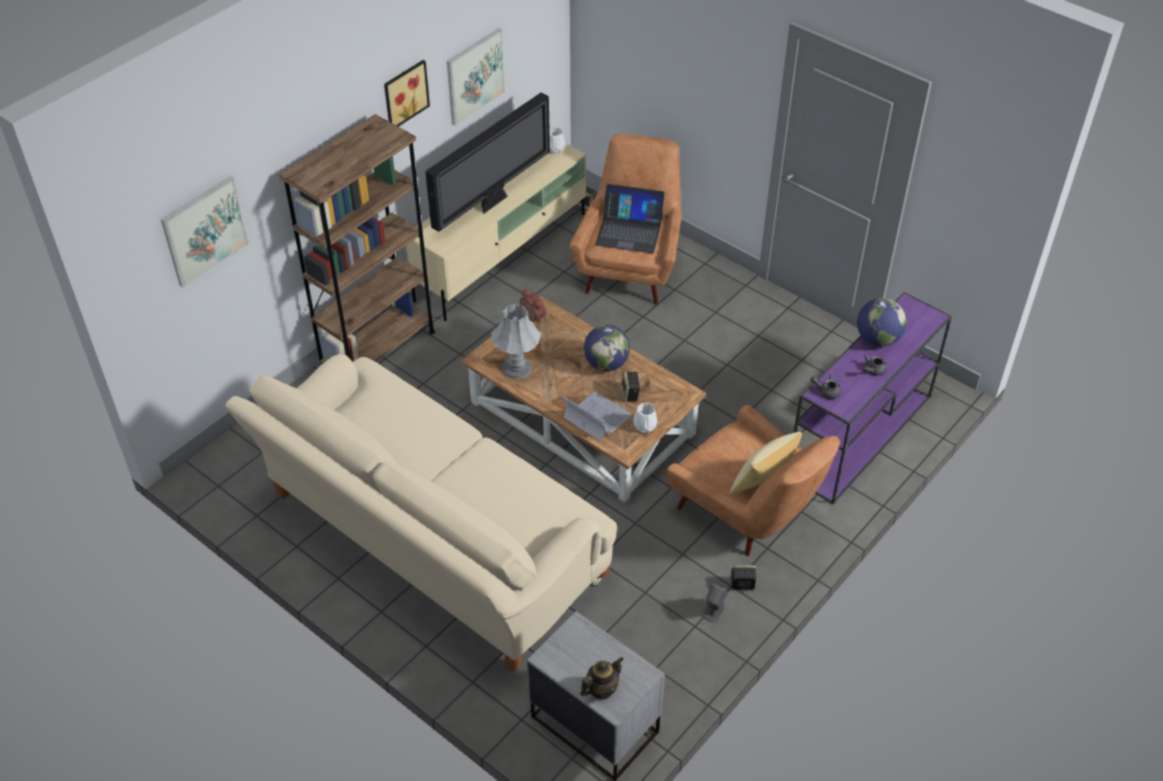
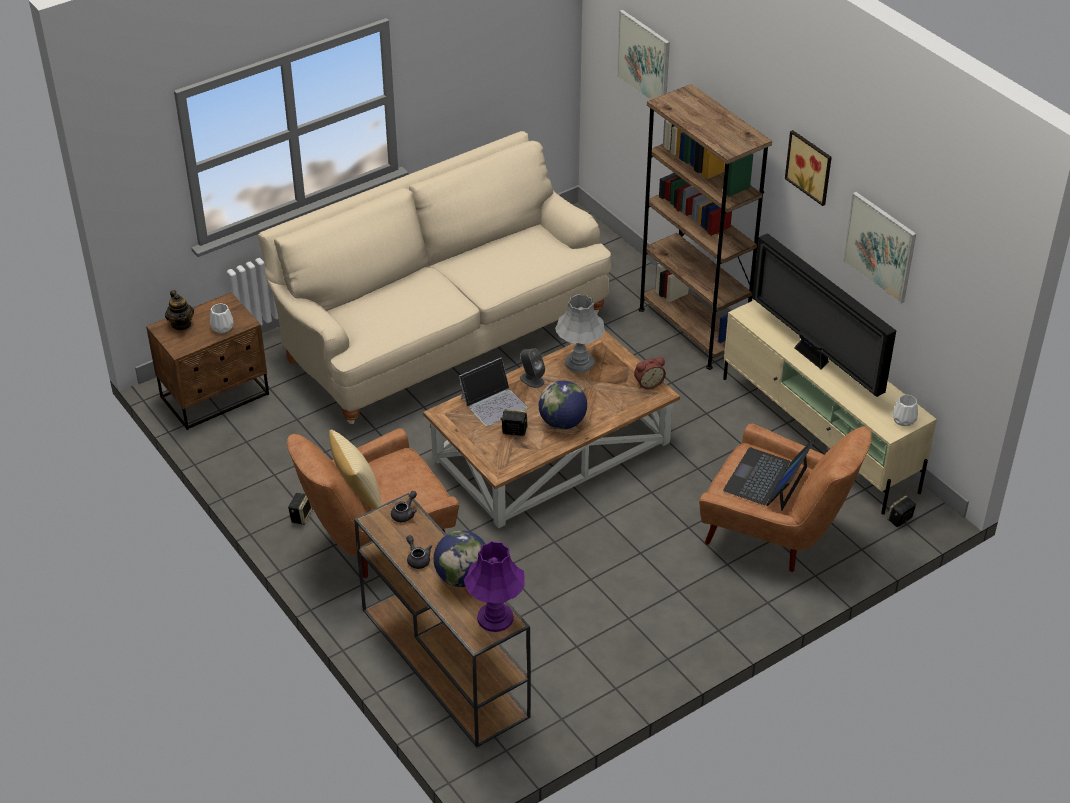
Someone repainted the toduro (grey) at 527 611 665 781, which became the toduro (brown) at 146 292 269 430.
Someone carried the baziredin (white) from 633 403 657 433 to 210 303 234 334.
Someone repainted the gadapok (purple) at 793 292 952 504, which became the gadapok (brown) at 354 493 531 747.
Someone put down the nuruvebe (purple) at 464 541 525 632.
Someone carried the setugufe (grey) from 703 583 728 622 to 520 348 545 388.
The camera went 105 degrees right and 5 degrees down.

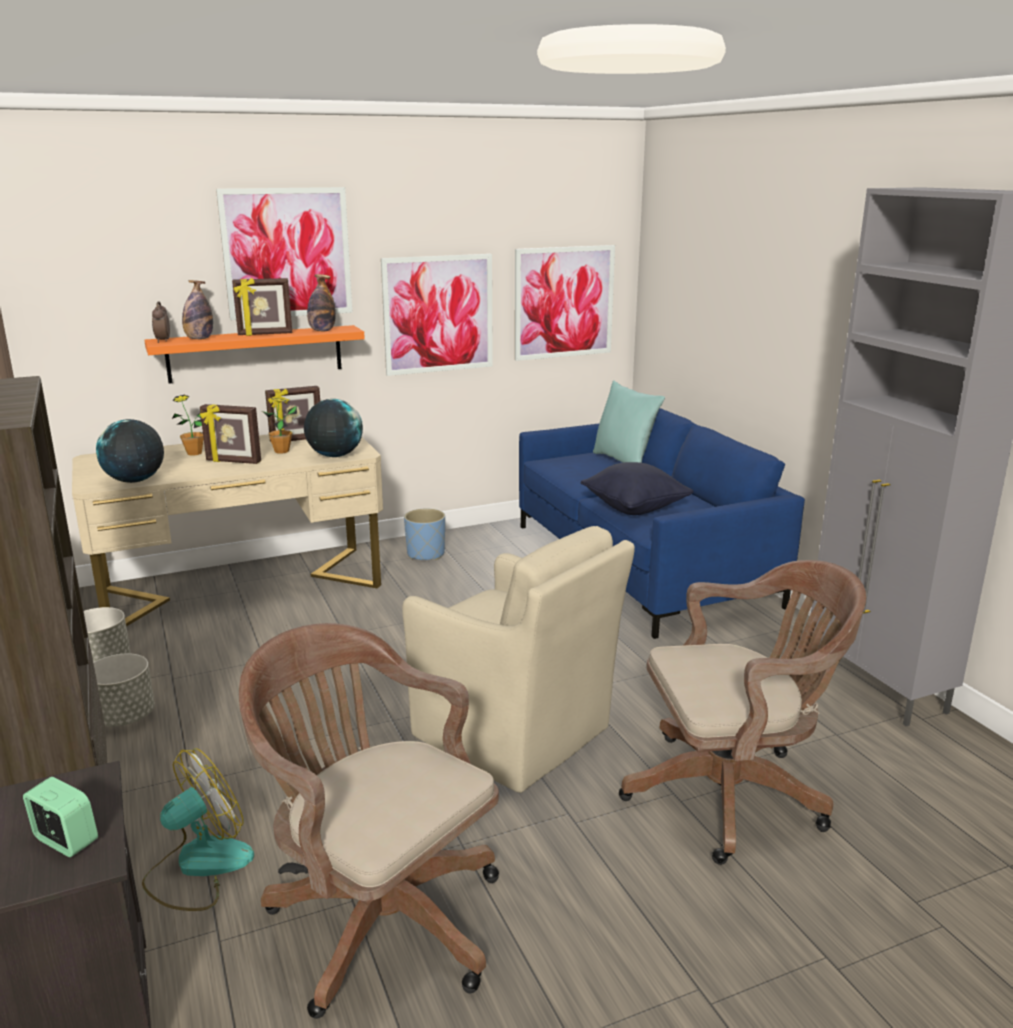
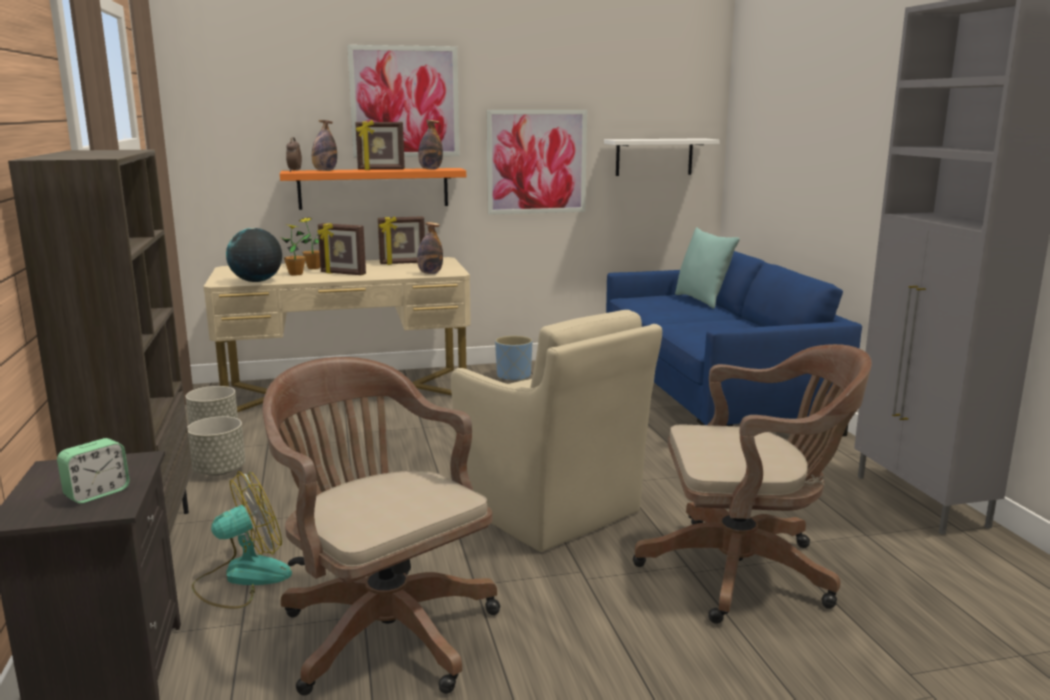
Someone rotated the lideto at 23 777 98 857 by 90 degrees clockwise.
Someone carried the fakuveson from 262 398 297 454 to 281 224 310 276.
Someone swapped the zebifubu at 304 399 363 457 for the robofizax at 417 222 443 274.
Someone swapped the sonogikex at 515 245 615 361 for the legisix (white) at 604 138 720 176.
Someone took away the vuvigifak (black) at 581 462 693 515.
The camera went 10 degrees right and 5 degrees down.

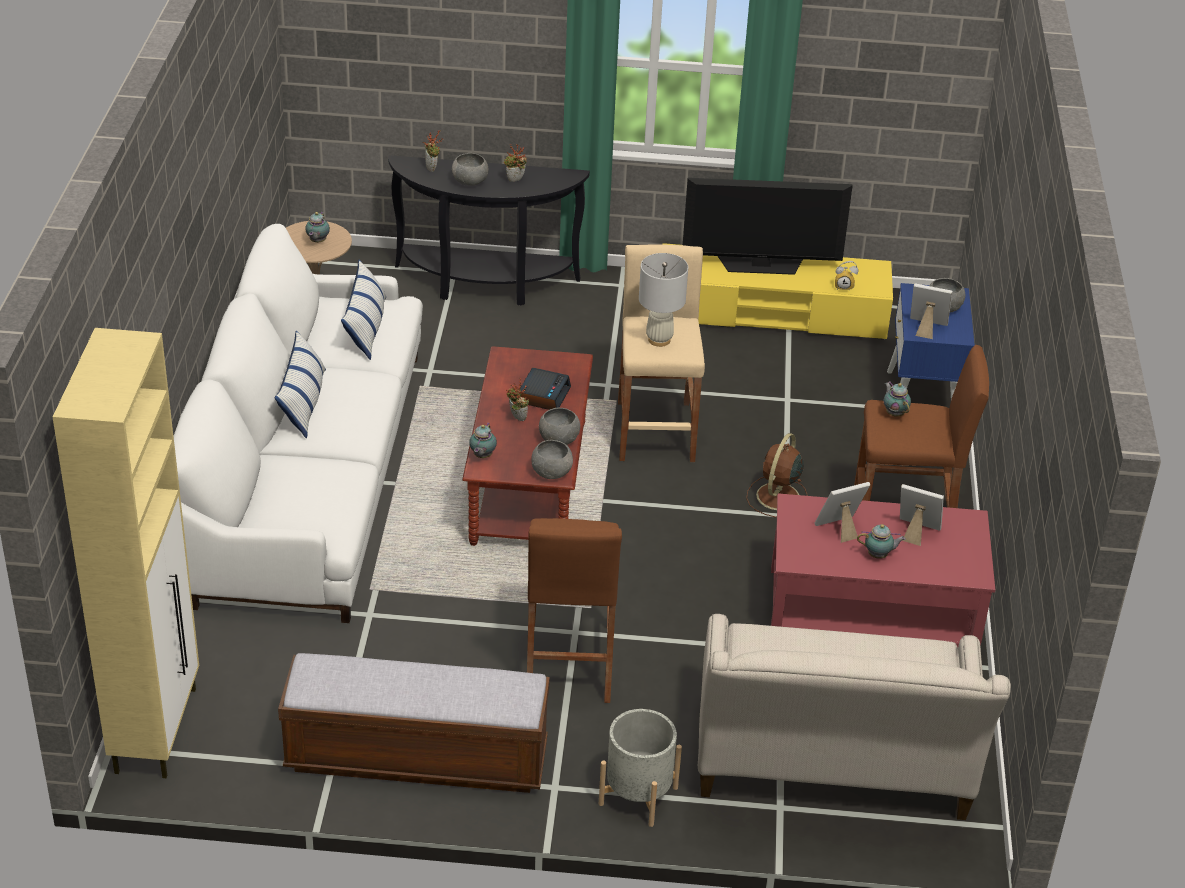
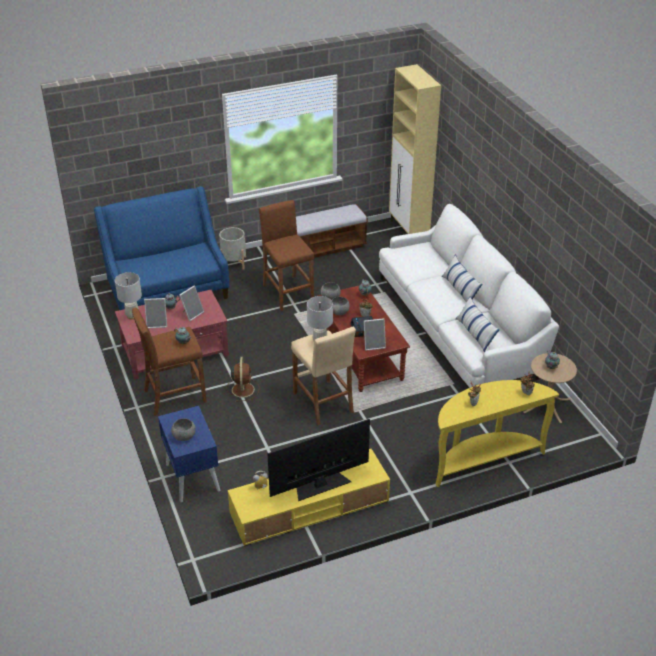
Someone repainted the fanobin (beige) at 698 614 1011 820, which became the fanobin (blue) at 94 186 229 310.
Someone put down the nuruvebe (white) at 115 272 142 320.
Someone carried the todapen from 910 283 952 339 to 364 318 386 350.
Someone repainted the gadapok (black) at 388 155 590 306, which became the gadapok (yellow) at 435 380 559 487.
Someone took away the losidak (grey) at 452 153 488 186.
The camera went 155 degrees right and 0 degrees up.

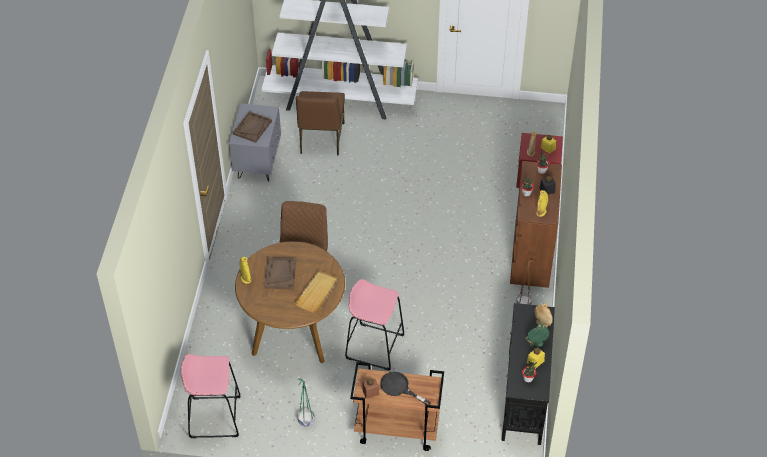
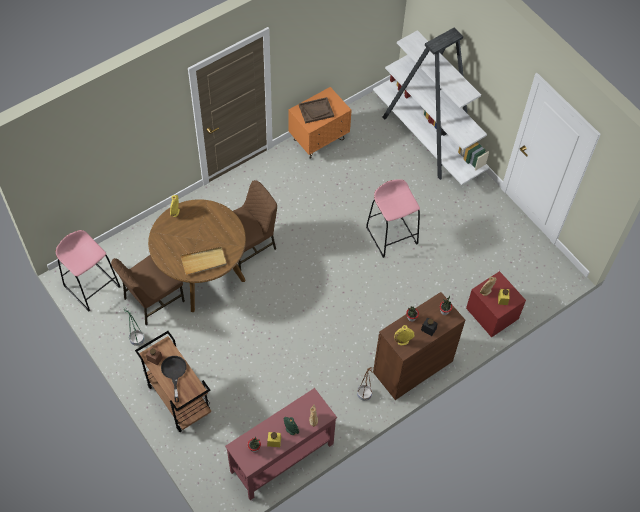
Someone carried the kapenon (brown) from 296 91 345 155 to 111 255 185 325.
Someone repainted the gadapok (black) at 501 303 555 445, which became the gadapok (red) at 225 388 337 500.
Someone repainted the toduro (grey) at 229 103 281 181, which became the toduro (orange) at 289 87 352 159.
Someone carried the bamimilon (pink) from 345 279 404 370 to 366 179 420 258.
Someone took away the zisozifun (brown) at 264 257 296 289.
The camera went 45 degrees right and 10 degrees up.

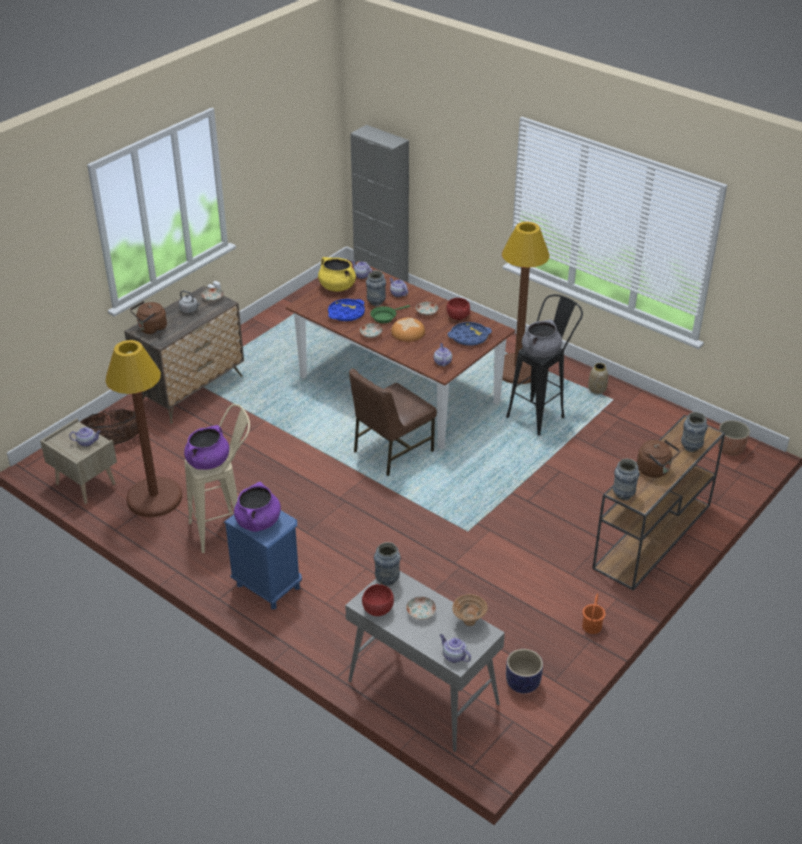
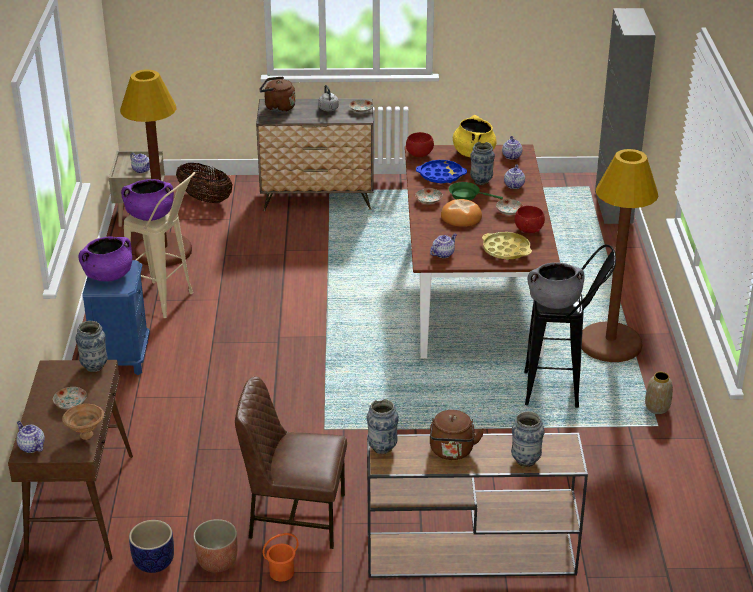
Someone repainted the gadapok (grey) at 345 571 505 752, which became the gadapok (brown) at 8 360 133 561.
Someone rotated the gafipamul at 440 634 471 663 by 45 degrees counterclockwise.
Someone carried the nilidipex from 717 420 750 456 to 193 519 237 573.
Someone carried the kapenon (brown) from 349 369 437 476 to 235 376 347 549.
Someone carried the losidak (red) from 362 584 394 616 to 406 132 434 157.
Someone repainted the zisozifun (blue) at 448 322 492 346, which became the zisozifun (yellow) at 482 232 532 260.
The camera went 50 degrees right and 5 degrees down.

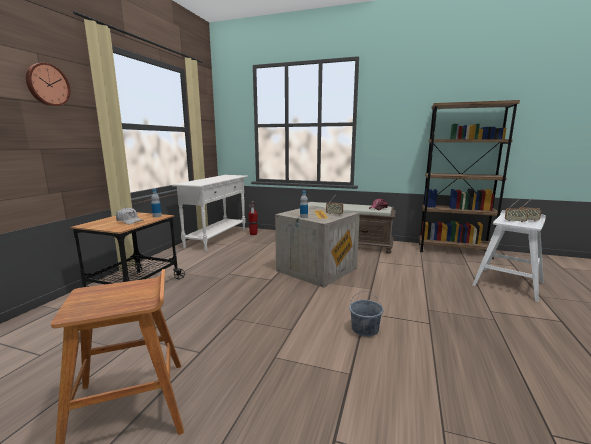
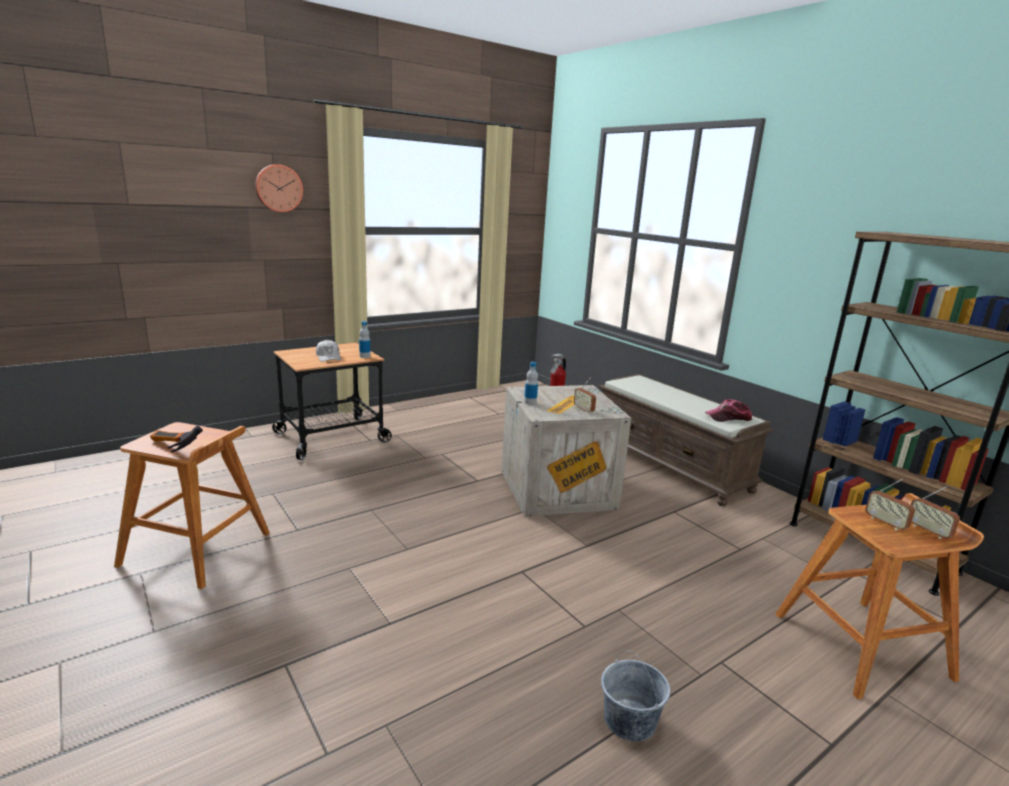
Someone put down the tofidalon at 150 426 203 452.
Someone carried the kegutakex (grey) from 349 291 384 337 to 601 650 670 742.
Someone repainted the bamimilon (white) at 472 210 546 302, which became the bamimilon (brown) at 775 493 984 699.
Someone took away the gadapok (white) at 172 175 248 251.
The camera went 35 degrees right and 5 degrees up.

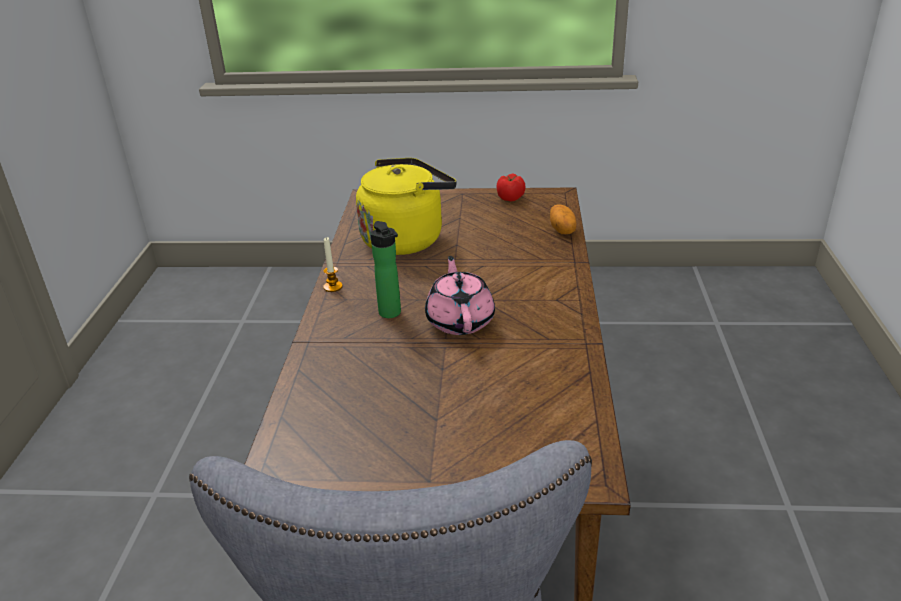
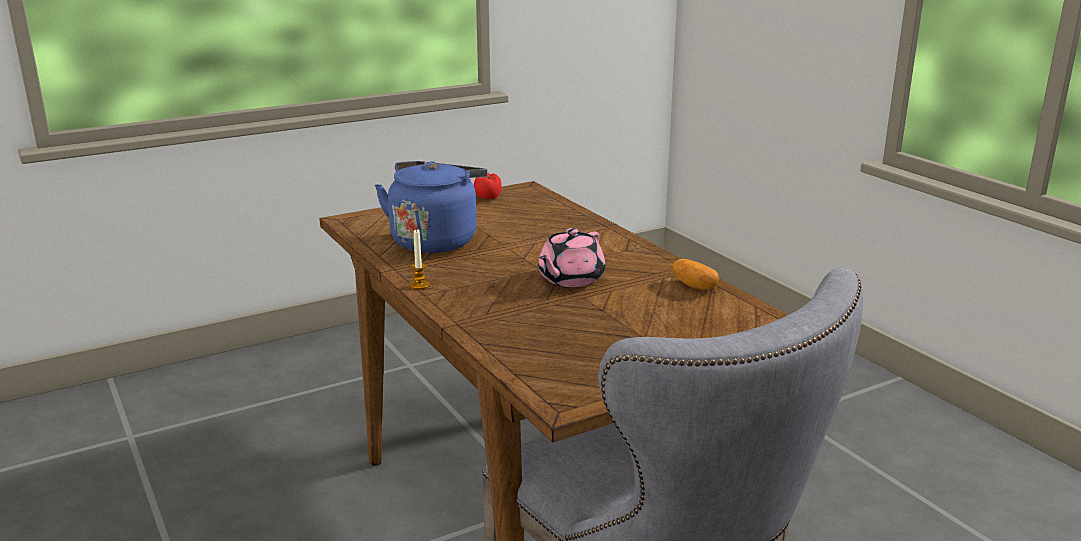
Someone repainted the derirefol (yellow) at 356 158 457 255, which became the derirefol (blue) at 375 161 487 253.
Someone rotated the gafipamul (pink) at 425 256 495 335 by 105 degrees counterclockwise.
Someone carried the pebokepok from 550 205 576 234 to 672 259 719 290.
Someone took away the robofizax at 370 221 401 318.
The camera went 35 degrees left and 10 degrees down.

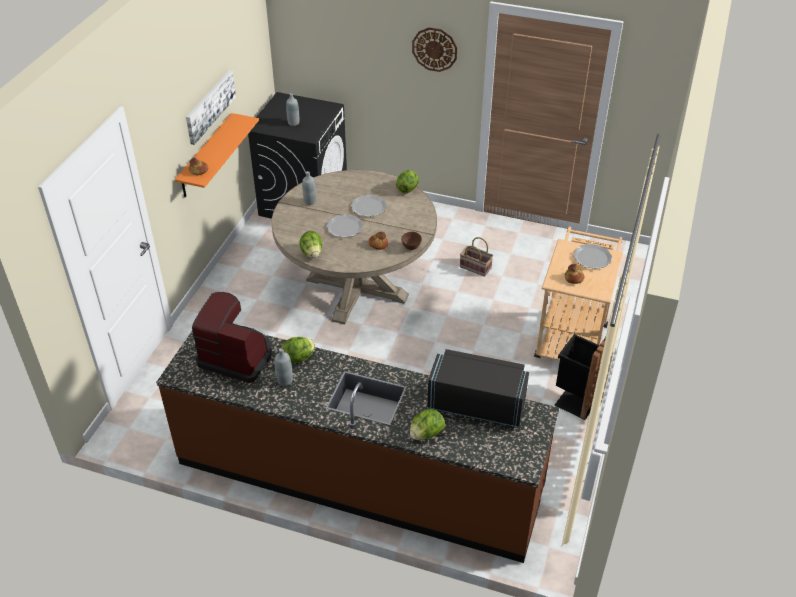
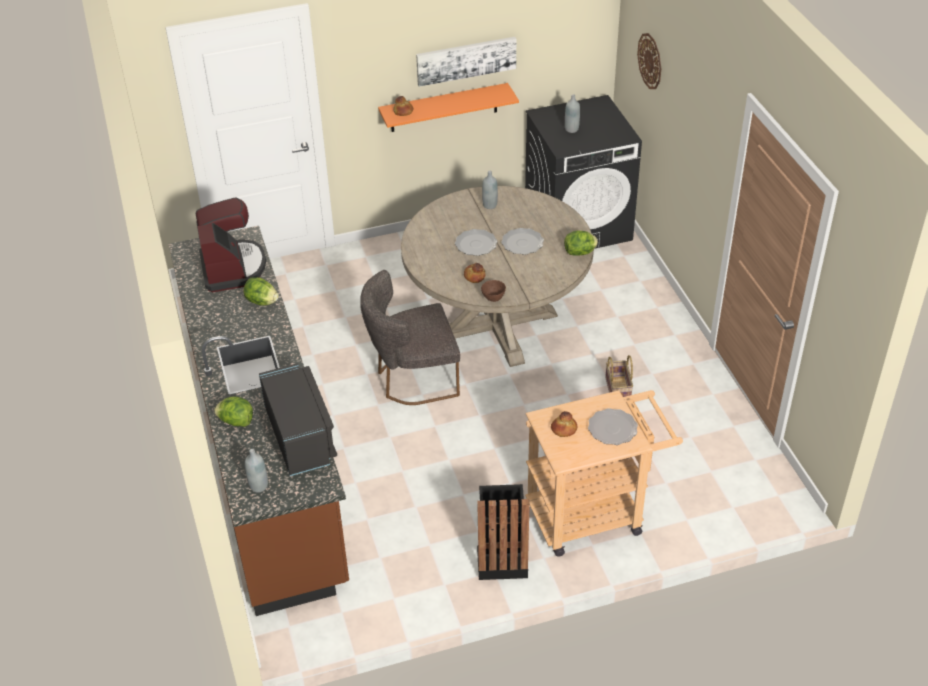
Someone carried the robofizax (grey) from 274 348 293 386 to 245 449 268 493.
Someone put down the kapenon (grey) at 360 270 460 405.
Someone carried the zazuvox from 412 27 457 72 to 637 33 661 89.
Someone took away the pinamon at 299 231 322 258.
The camera went 55 degrees right and 0 degrees up.

